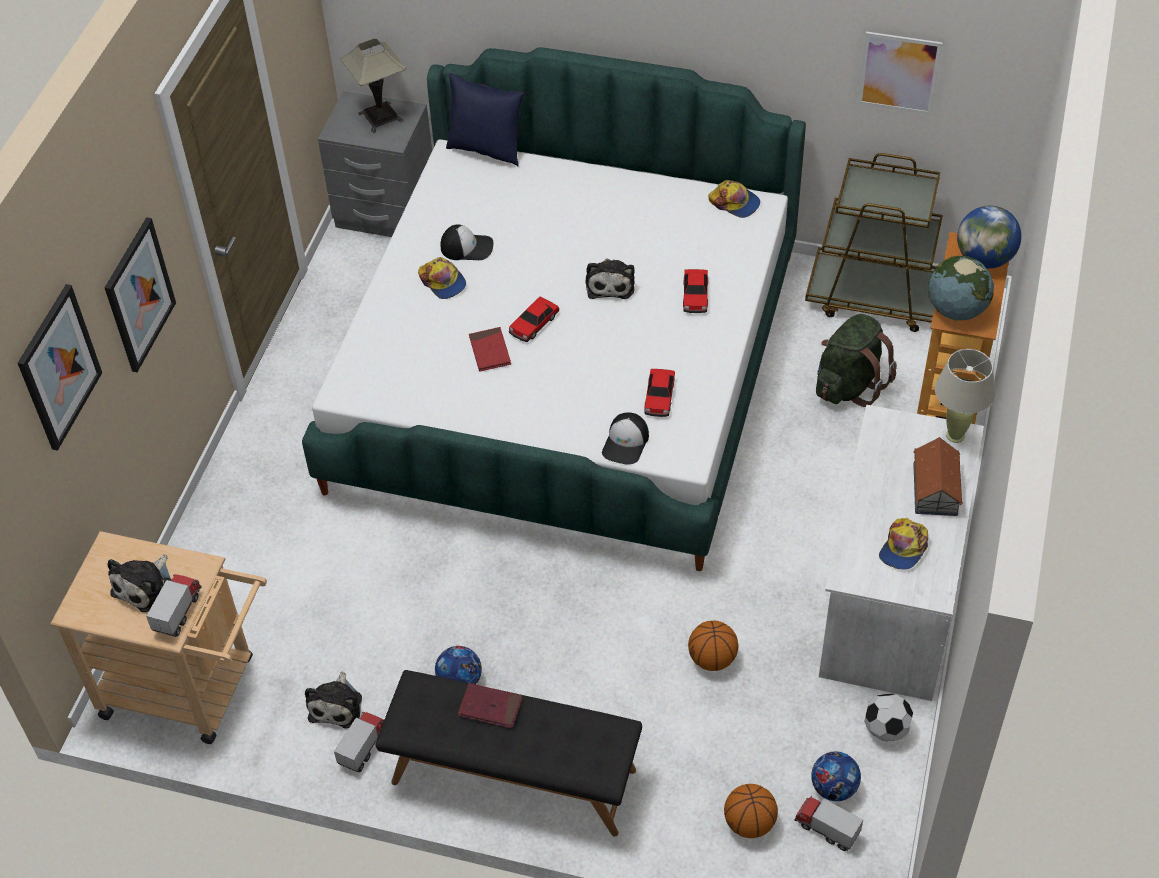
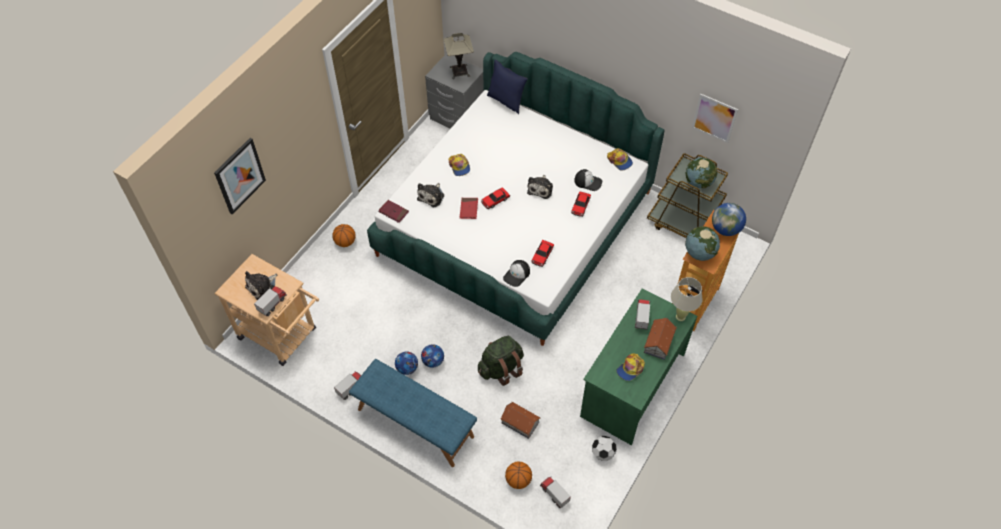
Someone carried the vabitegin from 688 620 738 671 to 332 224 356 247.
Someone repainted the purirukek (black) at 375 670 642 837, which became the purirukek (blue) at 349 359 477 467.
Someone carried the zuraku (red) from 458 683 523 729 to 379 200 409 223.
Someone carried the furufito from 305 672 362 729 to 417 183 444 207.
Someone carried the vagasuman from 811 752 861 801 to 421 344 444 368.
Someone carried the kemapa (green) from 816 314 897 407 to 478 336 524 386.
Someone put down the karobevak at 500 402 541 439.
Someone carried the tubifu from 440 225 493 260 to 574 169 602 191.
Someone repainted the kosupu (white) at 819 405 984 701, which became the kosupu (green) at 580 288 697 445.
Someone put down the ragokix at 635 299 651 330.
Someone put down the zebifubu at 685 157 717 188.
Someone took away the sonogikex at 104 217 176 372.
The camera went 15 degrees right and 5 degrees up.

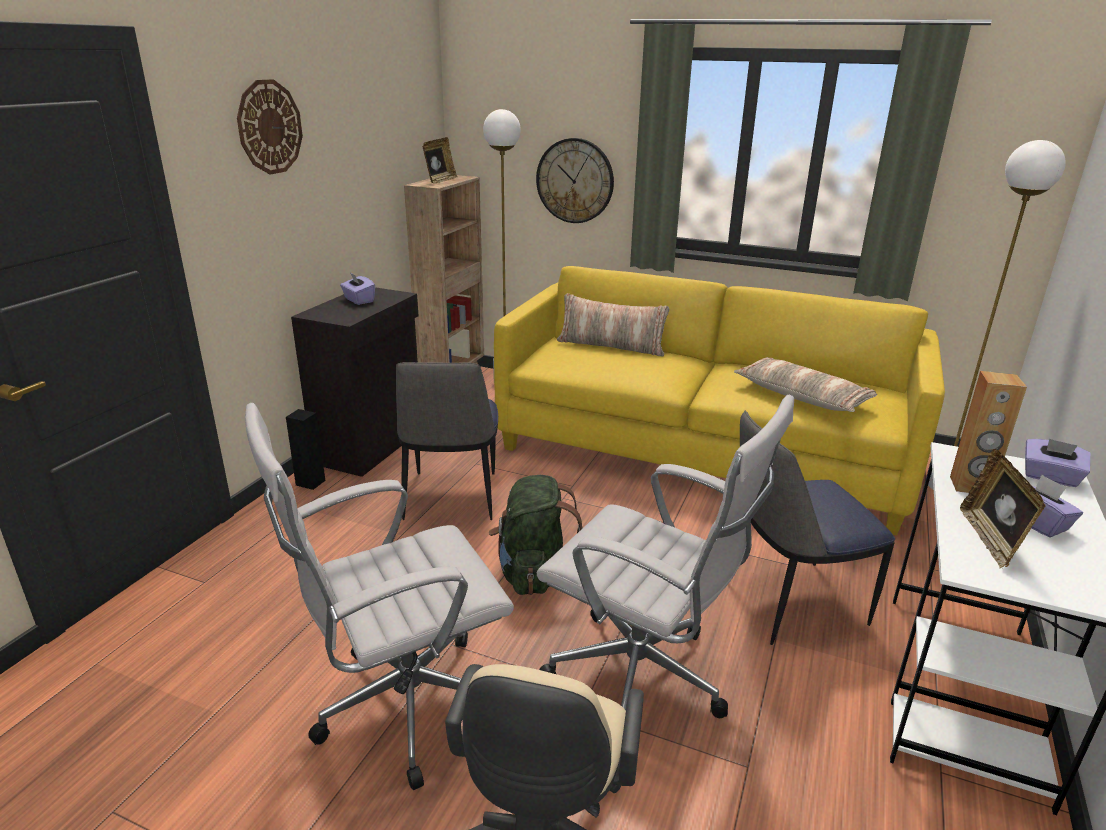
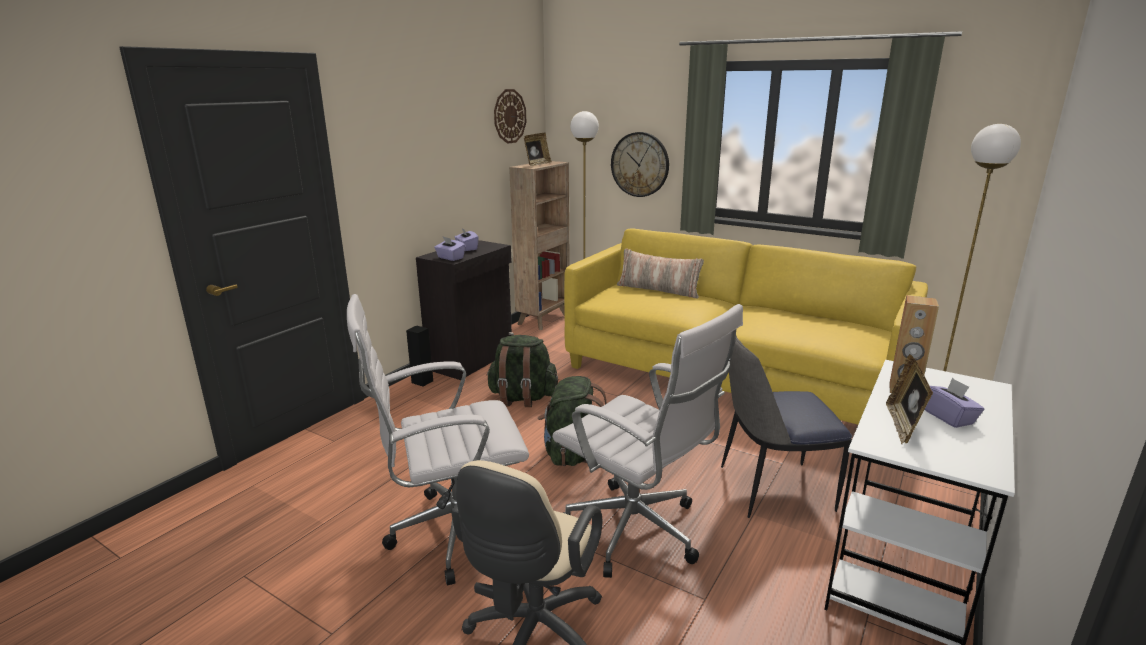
Someone carried the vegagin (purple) from 1025 439 1090 487 to 434 237 465 261.
Someone swapped the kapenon at 396 362 498 520 for the kemapa (green) at 486 335 558 407.
Someone carried the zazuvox from 237 79 303 175 to 494 89 526 144.
Someone took away the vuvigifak at 734 357 877 412.
The camera went 10 degrees right and 5 degrees down.

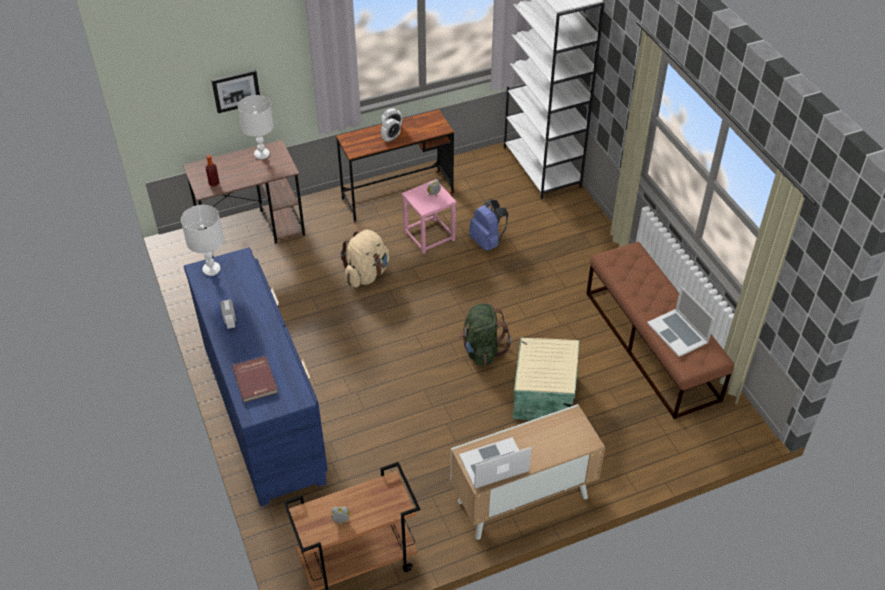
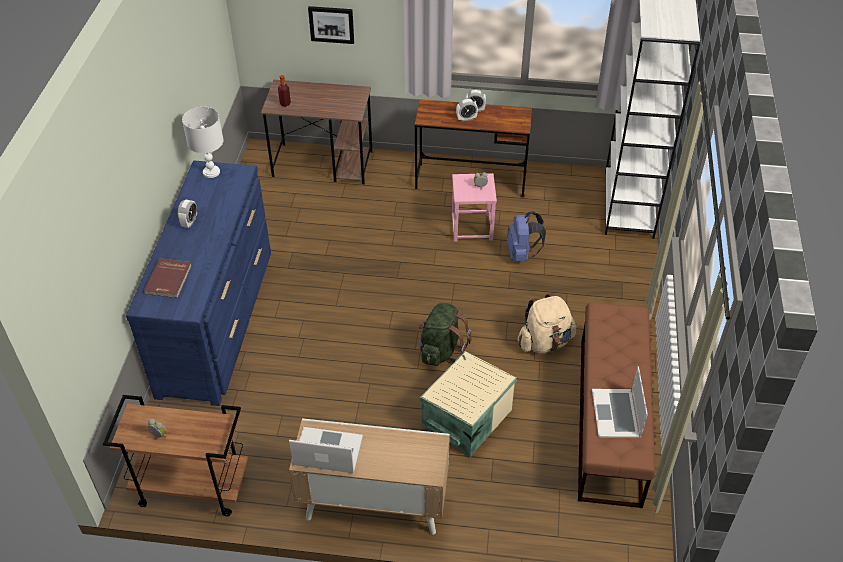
Someone carried the kemapa (beige) from 340 229 390 287 to 518 293 576 353.
Someone took away the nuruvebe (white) at 238 95 274 159.
The camera went 30 degrees right and 0 degrees up.

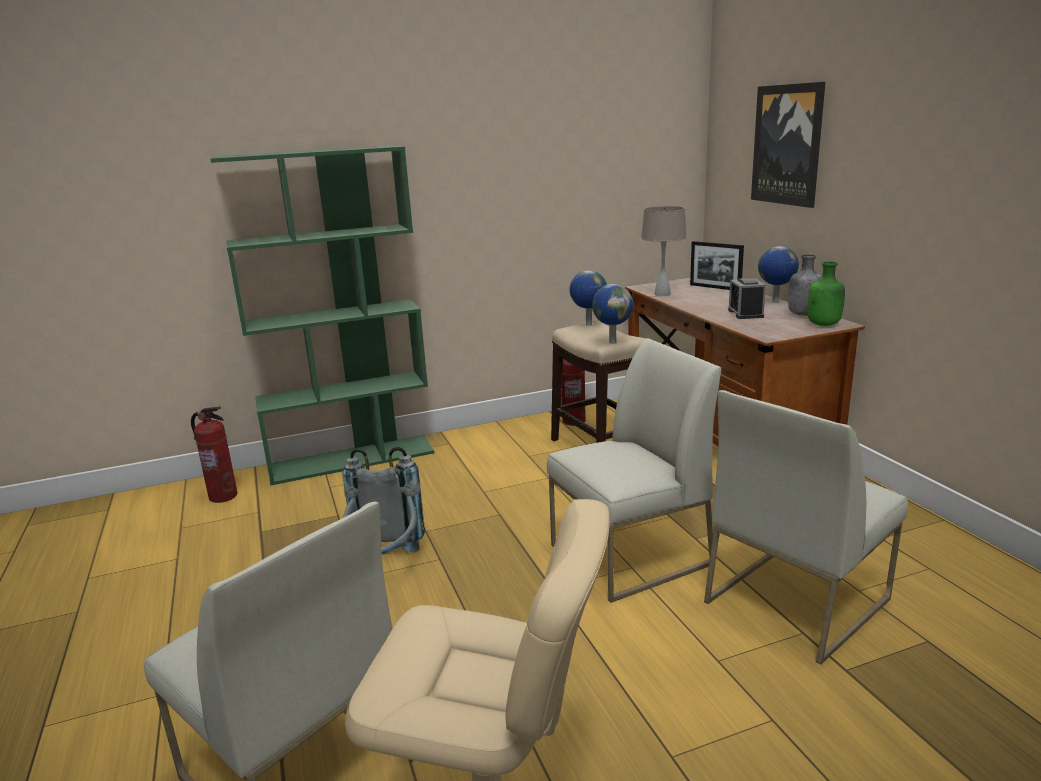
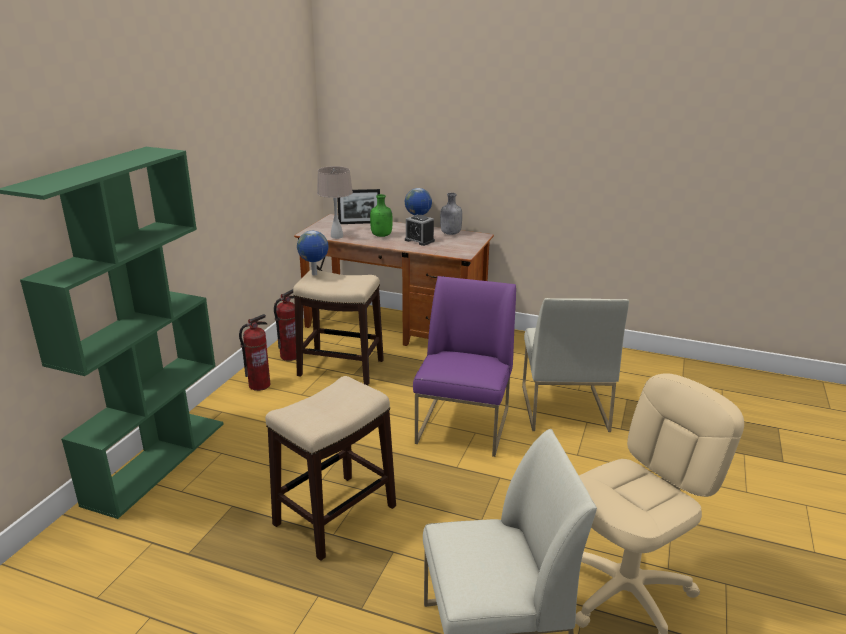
Someone carried the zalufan from 191 407 237 503 to 239 314 270 391.
Someone swapped the kemapa (grey) at 343 447 425 555 for the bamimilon at 265 376 396 561.
Someone carried the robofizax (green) from 807 261 845 326 to 370 194 392 237.
Someone repainted the kapenon (white) at 547 338 721 603, which became the kapenon (purple) at 413 276 516 457.
Someone took away the zebifubu at 592 284 633 344.
Someone took away the sonogikex at 751 82 825 208.
The camera went 50 degrees left and 5 degrees up.

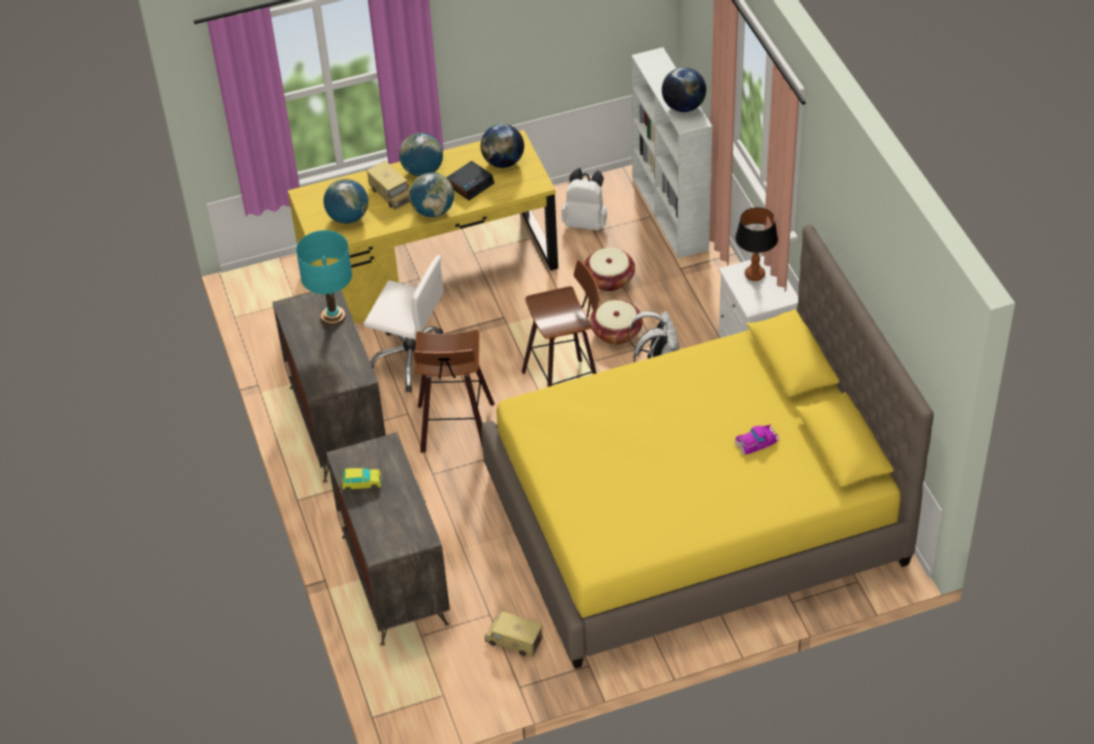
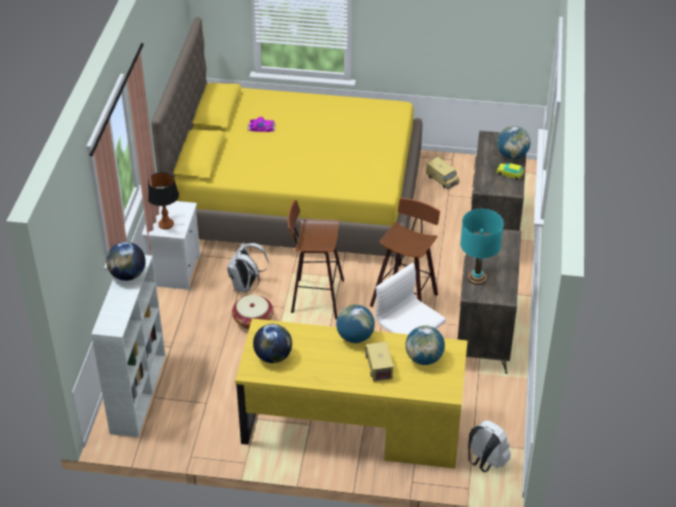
Someone carried the kemapa (white) from 562 168 607 230 to 468 420 511 472.
Someone carried the zebifubu from 399 133 443 177 to 497 126 531 159.
Someone took away the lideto at 446 161 494 200.
Someone took away the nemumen at 584 248 635 291.
The camera went 155 degrees left and 5 degrees down.

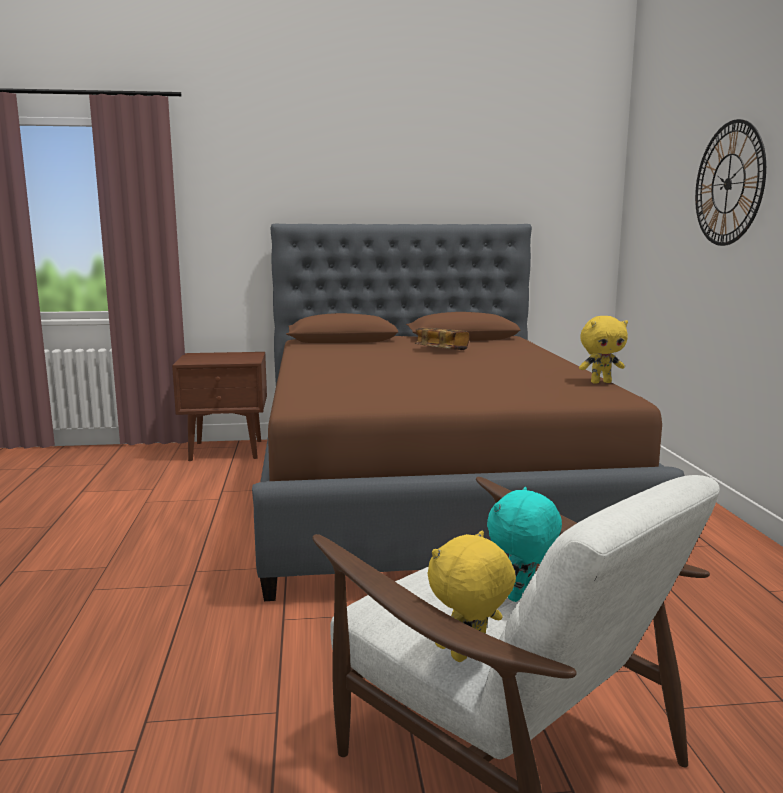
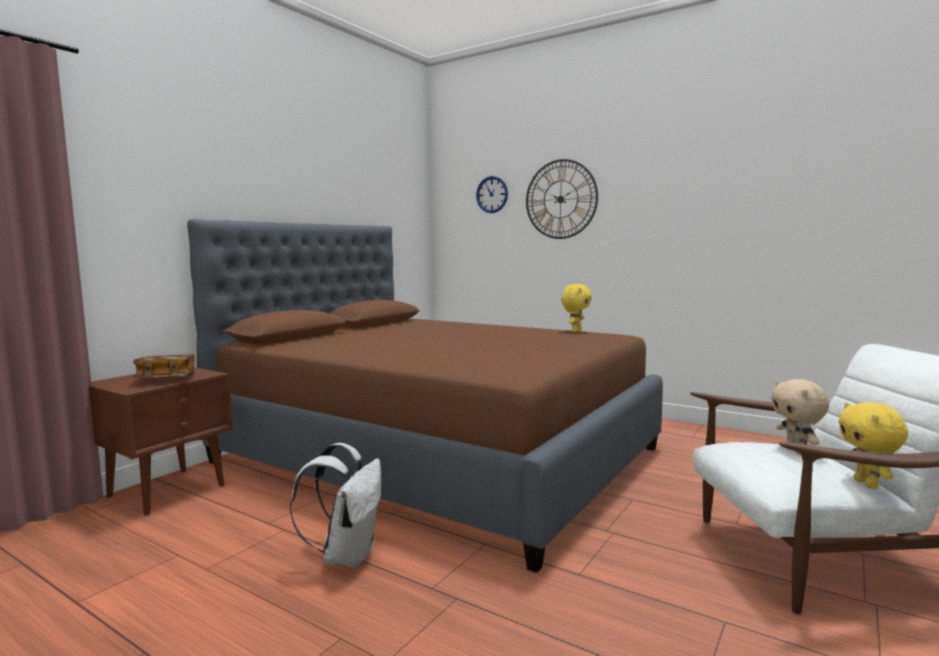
Someone carried the zuraku from 415 328 469 350 to 133 354 194 378.
Someone put down the kemapa (white) at 290 443 381 568.
Someone put up the zazuvox at 476 176 508 213.
Someone repainted the furufito (turquoise) at 487 487 562 602, which became the furufito (beige) at 771 379 829 455.
The camera went 50 degrees left and 5 degrees down.

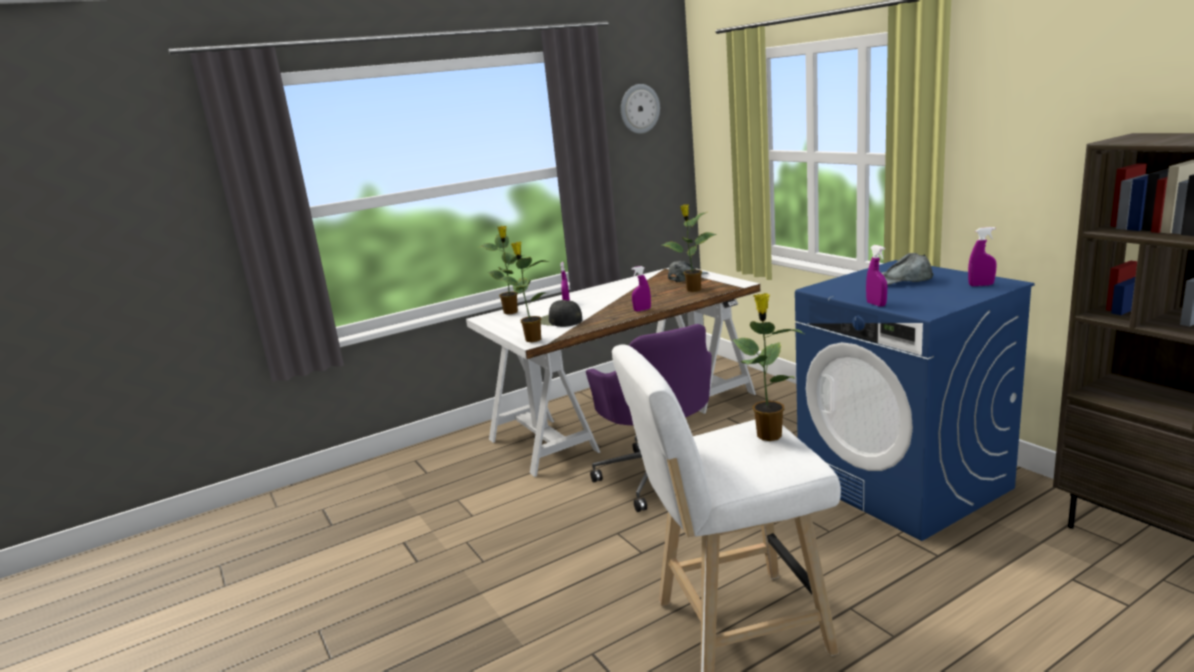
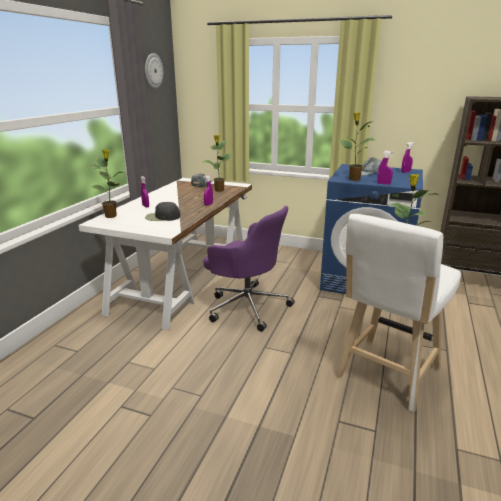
Someone carried the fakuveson from 498 242 548 342 to 337 112 375 181.
The camera went 40 degrees left and 5 degrees up.

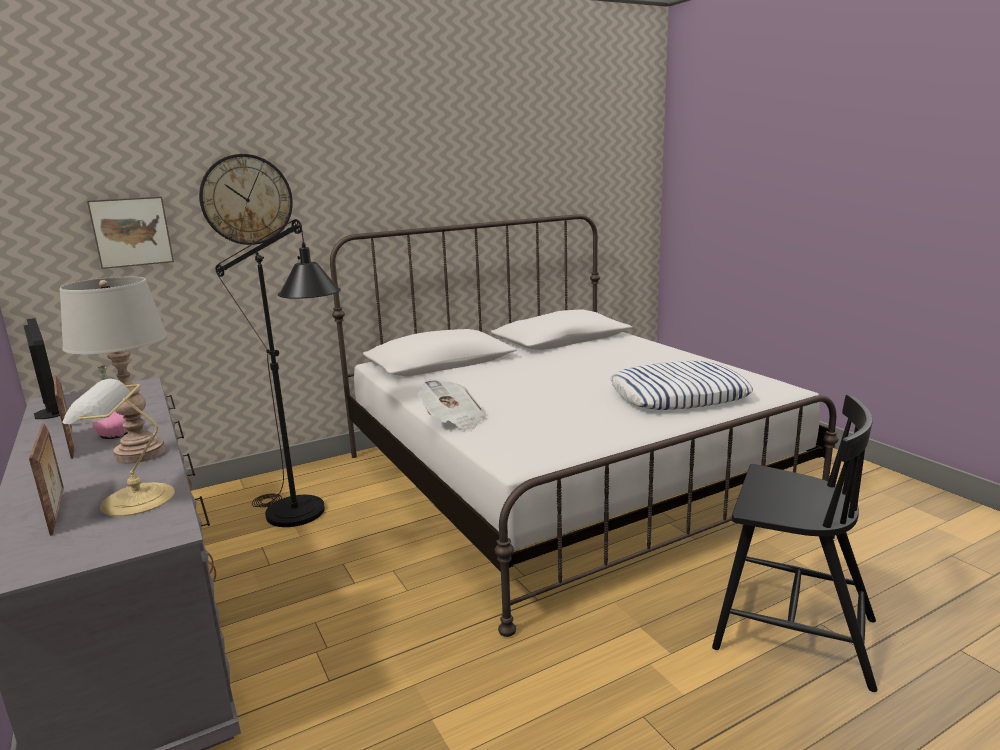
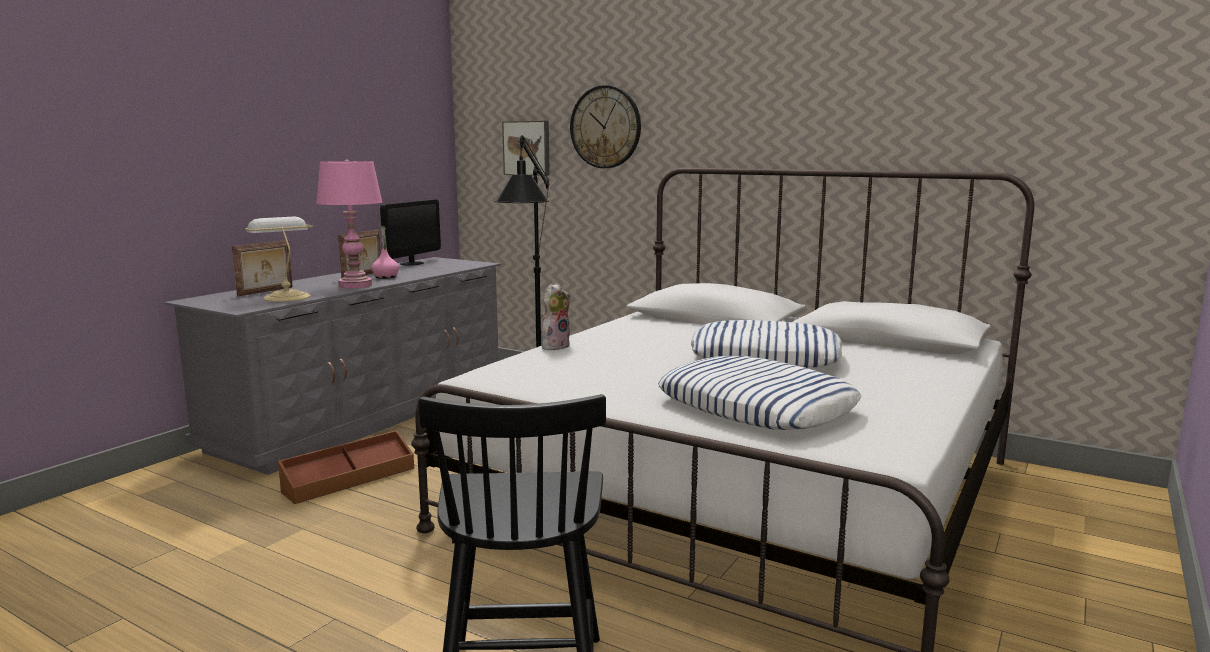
Someone put down the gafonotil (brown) at 278 430 414 504.
Someone repainted the nuruvebe (grey) at 60 276 167 464, which became the nuruvebe (pink) at 316 160 382 288.
Someone swapped the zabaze at 418 379 486 431 for the furufito at 541 283 570 350.
Someone put down the vuvigifak at 691 320 842 368.
The camera went 60 degrees right and 5 degrees down.

